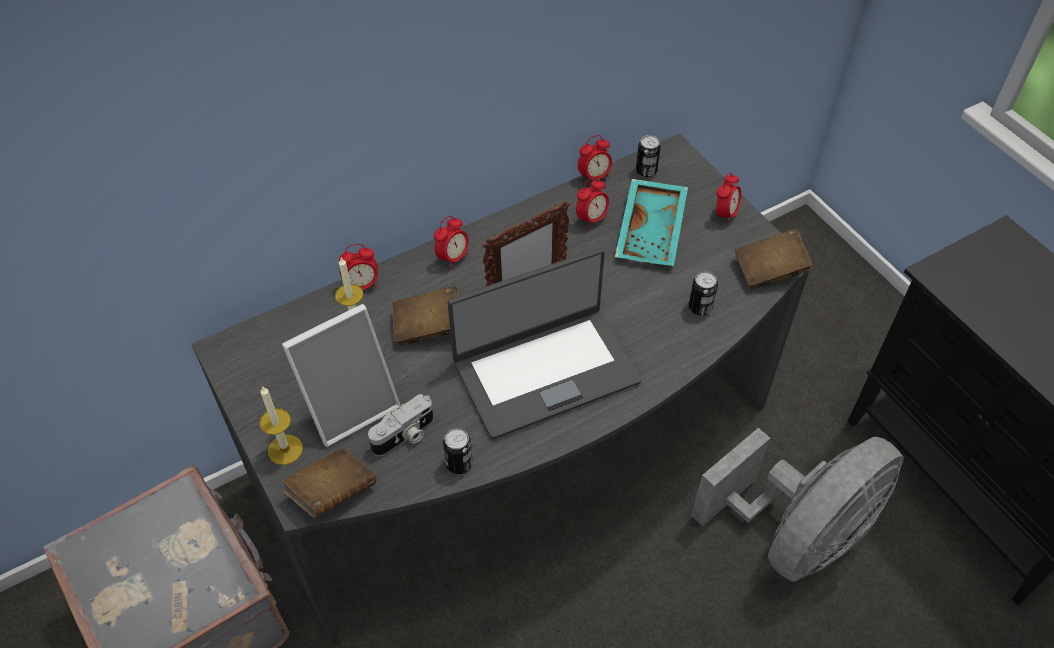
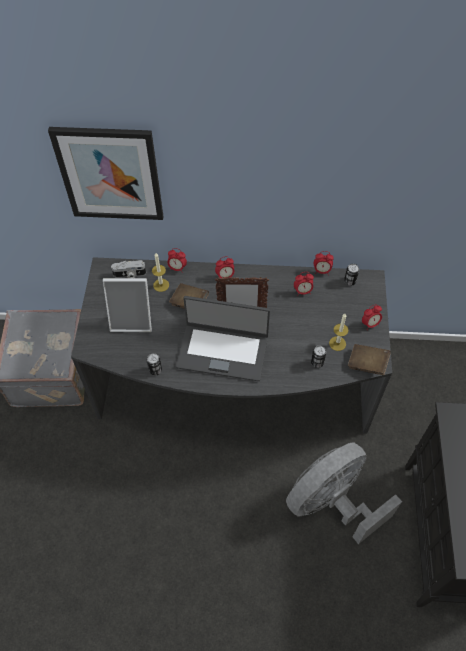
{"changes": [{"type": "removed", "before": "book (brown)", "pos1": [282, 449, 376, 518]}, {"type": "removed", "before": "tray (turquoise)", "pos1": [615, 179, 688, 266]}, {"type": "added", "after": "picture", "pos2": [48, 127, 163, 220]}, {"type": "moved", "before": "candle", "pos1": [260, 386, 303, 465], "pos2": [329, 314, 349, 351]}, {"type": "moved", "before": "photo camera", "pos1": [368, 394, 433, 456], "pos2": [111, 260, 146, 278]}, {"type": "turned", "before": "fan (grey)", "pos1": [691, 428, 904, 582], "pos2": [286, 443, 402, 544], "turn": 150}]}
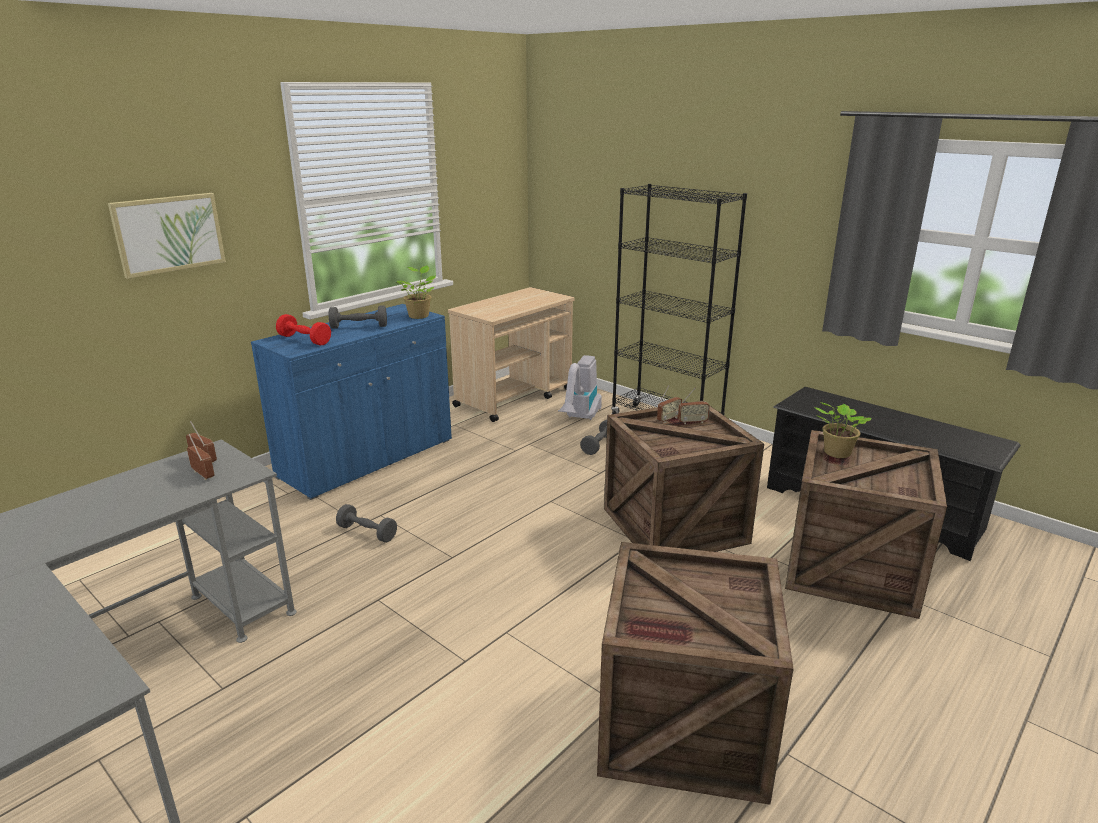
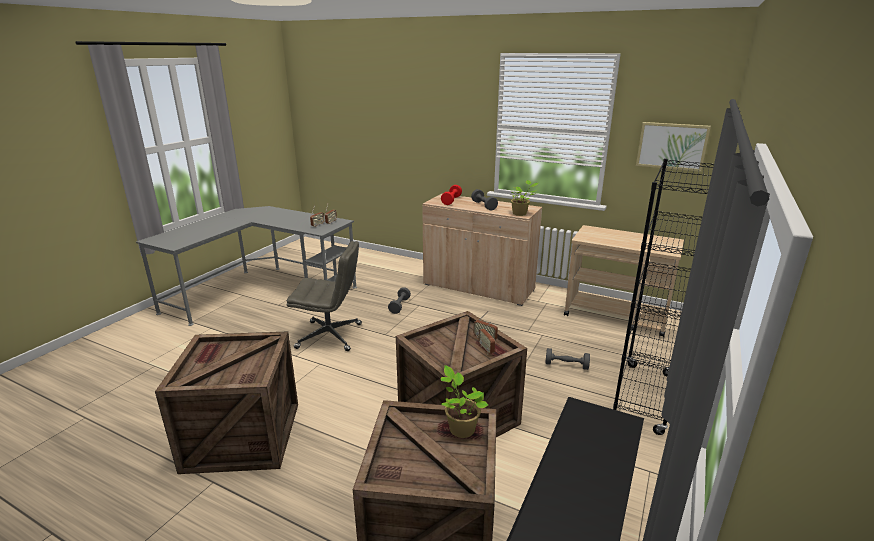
{"changes": [{"type": "removed", "before": "vacuum cleaner", "pos1": [558, 355, 602, 420]}, {"type": "added", "after": "office chair (grey)", "pos2": [287, 241, 362, 351]}, {"type": "moved", "before": "picture", "pos1": [108, 193, 226, 279], "pos2": [636, 122, 711, 172]}, {"type": "recoloured", "before": "cabinet (blue)", "after": "cabinet (beige)", "pos1": [251, 304, 452, 500], "pos2": [422, 194, 542, 306]}]}
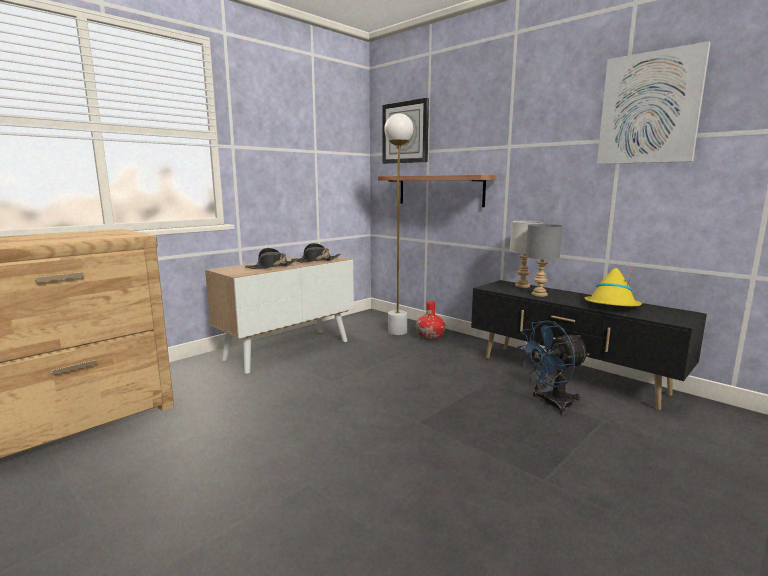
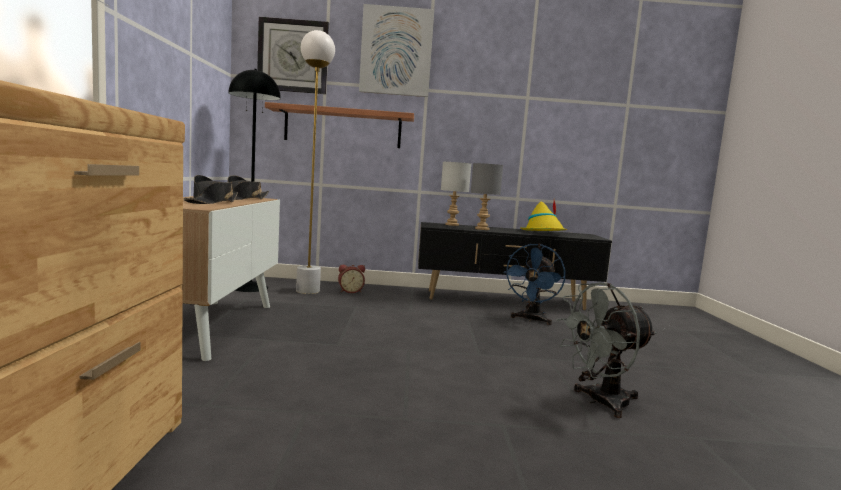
{"changes": [{"type": "added", "after": "floor lamp (black)", "pos2": [228, 69, 281, 292]}, {"type": "added", "after": "fan (grey)", "pos2": [556, 282, 656, 418]}, {"type": "moved", "before": "picture", "pos1": [597, 41, 711, 164], "pos2": [359, 4, 434, 97]}, {"type": "replaced", "before": "vase (red)", "after": "alarm clock", "pos1": [416, 301, 445, 340], "pos2": [338, 265, 365, 293]}]}
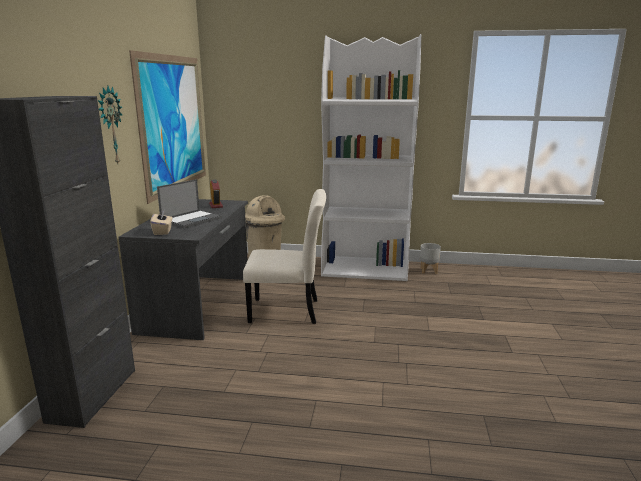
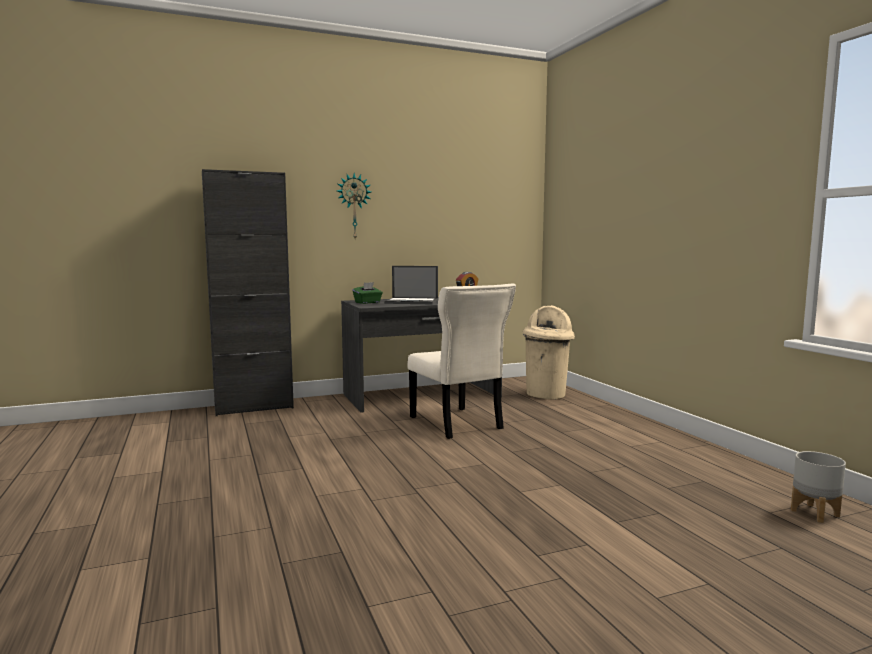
{"changes": [{"type": "removed", "before": "picture", "pos1": [129, 50, 206, 204]}, {"type": "removed", "before": "bookcase (white)", "pos1": [321, 34, 422, 281]}, {"type": "moved", "before": "planter (grey)", "pos1": [420, 243, 441, 274], "pos2": [791, 451, 846, 523]}, {"type": "recoloured", "before": "tissue box (beige)", "after": "tissue box (green)", "pos1": [150, 210, 172, 235], "pos2": [352, 282, 383, 304]}]}
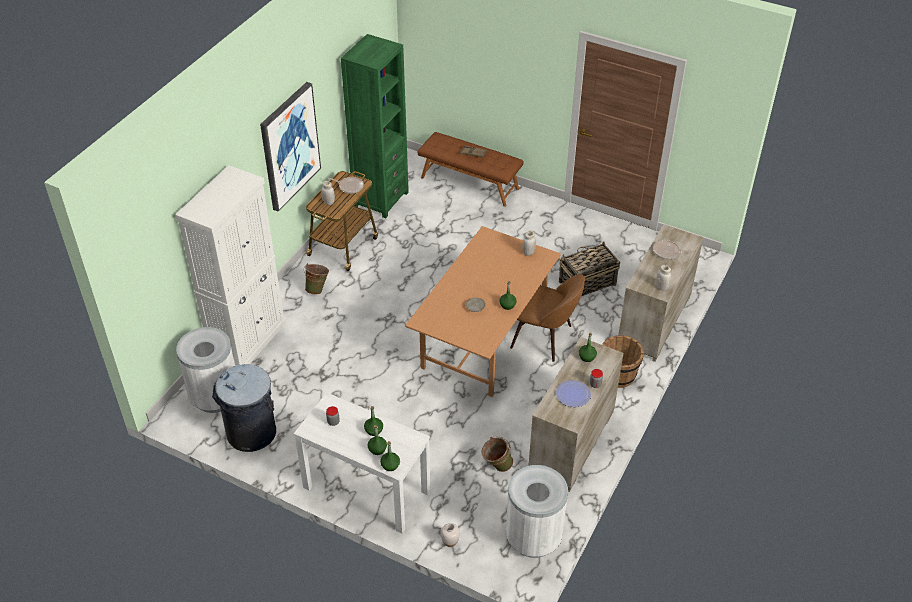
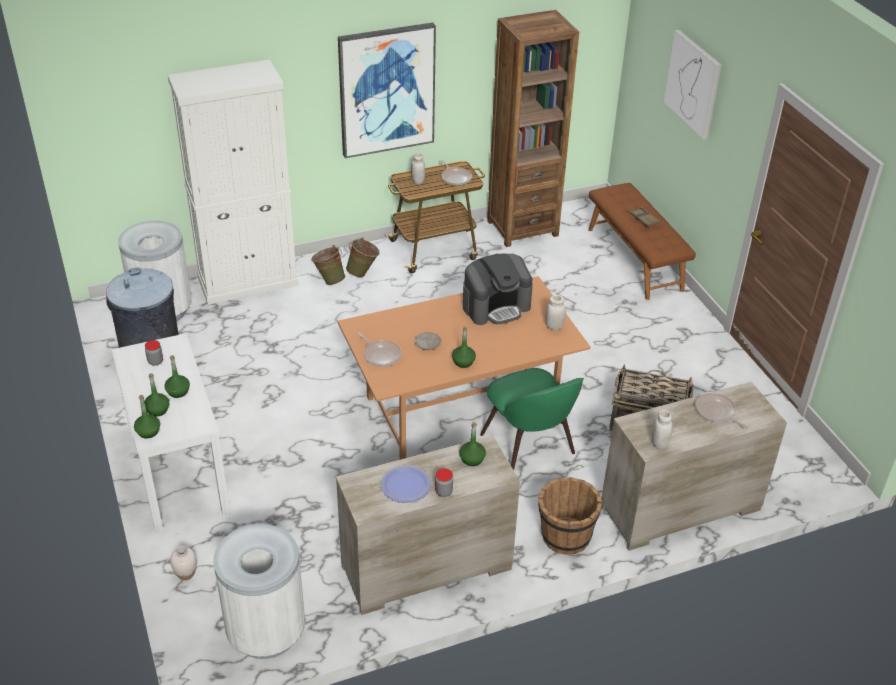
{"changes": [{"type": "added", "after": "frying pan", "pos2": [357, 333, 401, 367]}, {"type": "added", "after": "coffee machine", "pos2": [463, 254, 533, 325]}, {"type": "added", "after": "picture", "pos2": [664, 30, 722, 139]}, {"type": "moved", "before": "bucket (green)", "pos1": [481, 437, 513, 472], "pos2": [311, 245, 345, 285]}, {"type": "recoloured", "before": "bookcase (green)", "after": "bookcase (brown)", "pos1": [341, 34, 409, 218], "pos2": [487, 10, 579, 247]}, {"type": "recoloured", "before": "chair (brown)", "after": "chair (green)", "pos1": [510, 274, 585, 362], "pos2": [480, 368, 584, 470]}]}
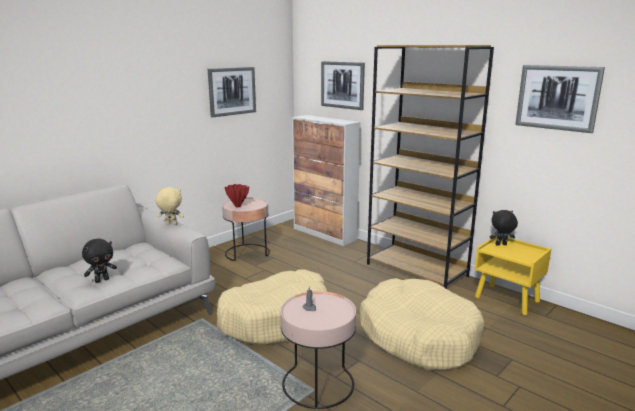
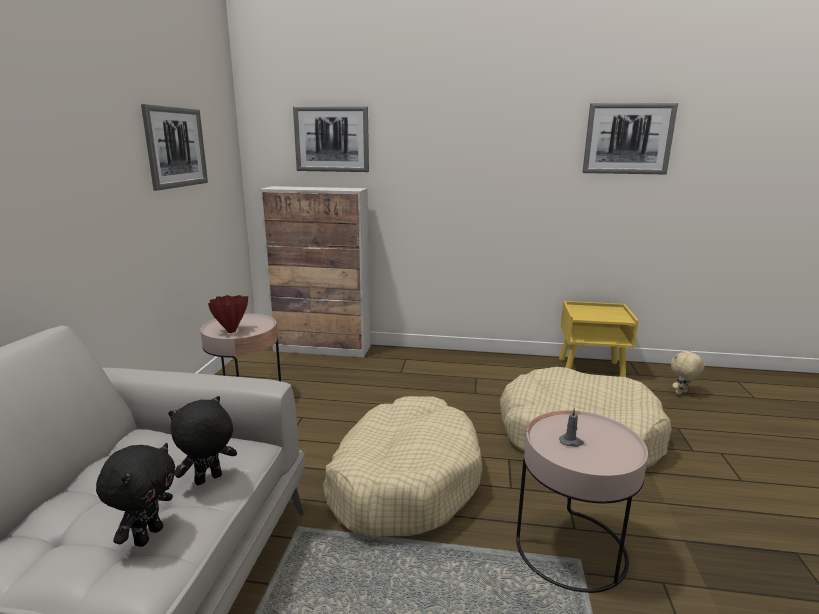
{"changes": [{"type": "removed", "before": "bookcase (brown)", "pos1": [367, 45, 494, 289]}, {"type": "moved", "before": "plush toy (beige)", "pos1": [156, 187, 184, 225], "pos2": [671, 351, 704, 395]}, {"type": "moved", "before": "plush toy (black)", "pos1": [490, 210, 518, 246], "pos2": [168, 396, 237, 485]}]}
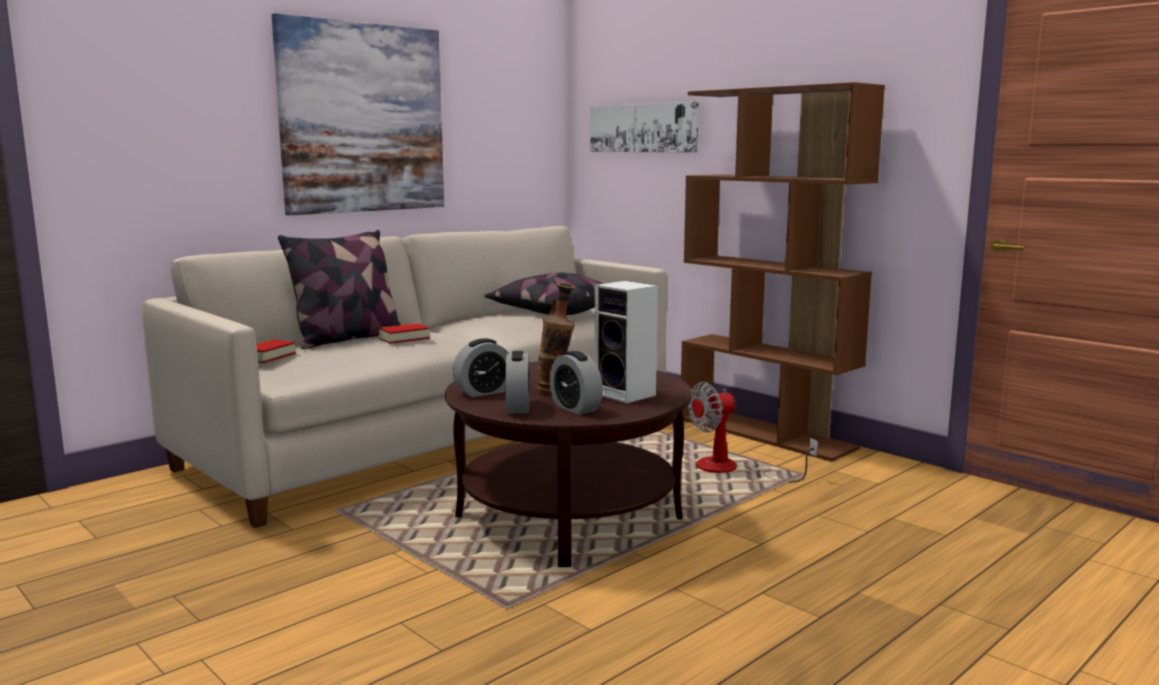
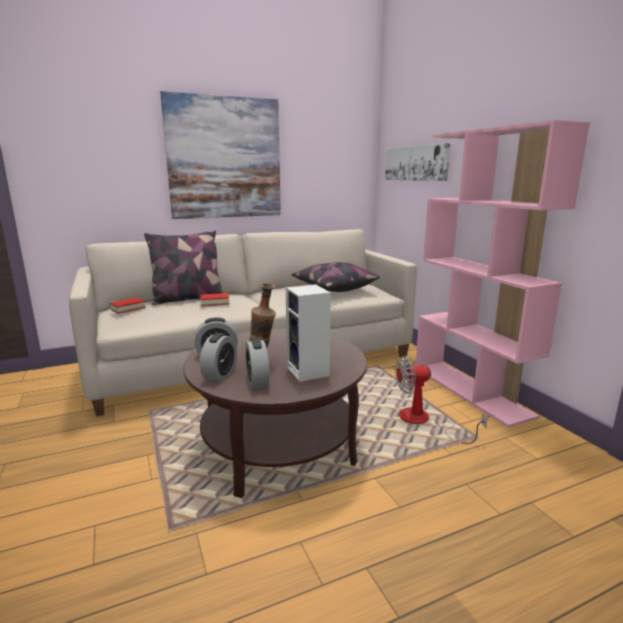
{"changes": [{"type": "recoloured", "before": "bookcase (brown)", "after": "bookcase (pink)", "pos1": [681, 82, 885, 462], "pos2": [415, 120, 590, 427]}]}
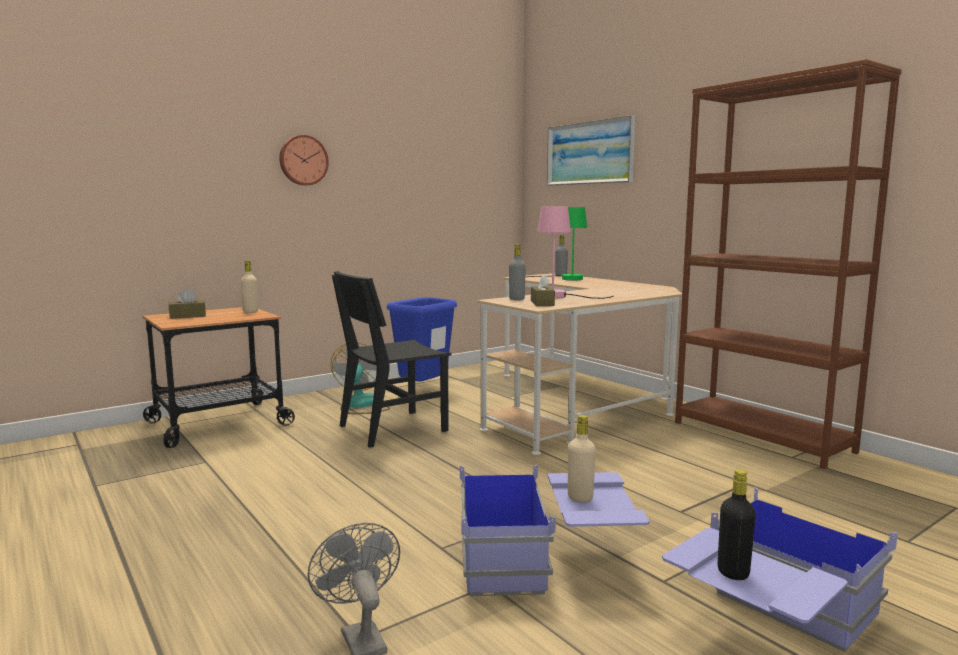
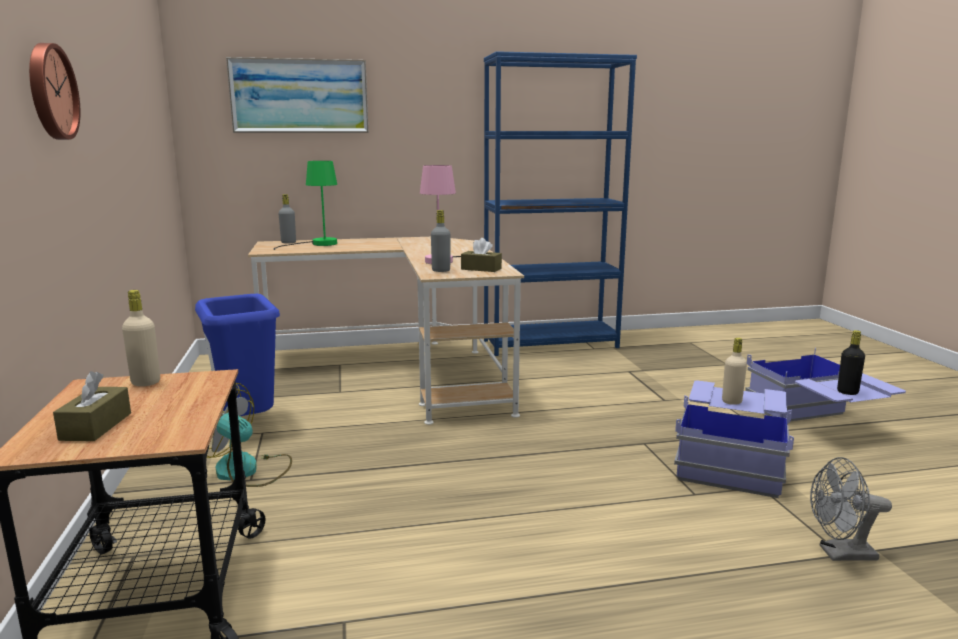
{"changes": [{"type": "removed", "before": "chair (black)", "pos1": [332, 271, 452, 448]}, {"type": "recoloured", "before": "bookcase (brown)", "after": "bookcase (blue)", "pos1": [675, 59, 902, 469], "pos2": [484, 51, 637, 356]}]}
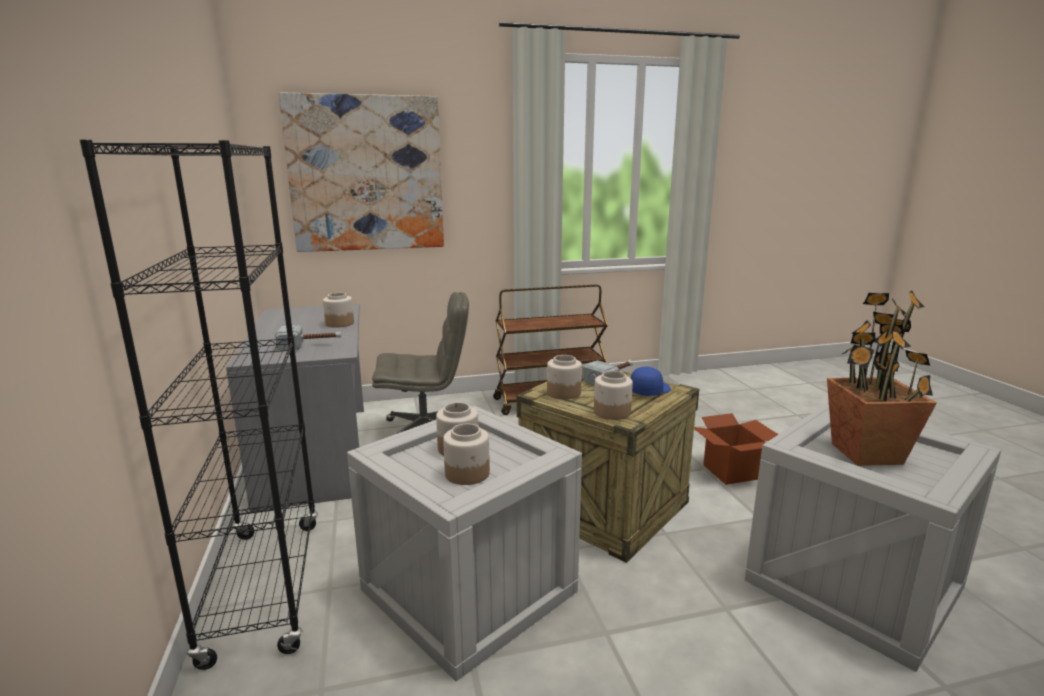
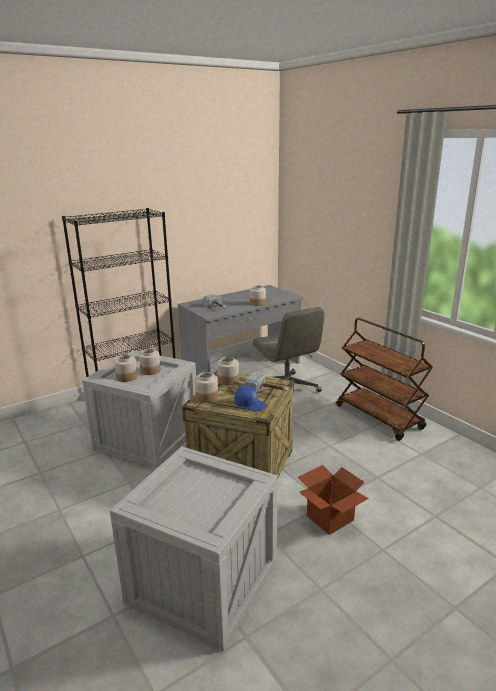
{"changes": [{"type": "removed", "before": "picture", "pos1": [278, 92, 444, 252]}, {"type": "removed", "before": "potted plant", "pos1": [827, 291, 937, 466]}]}
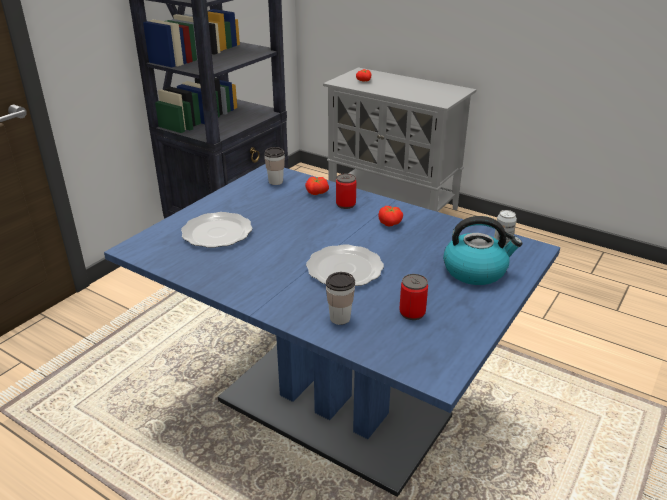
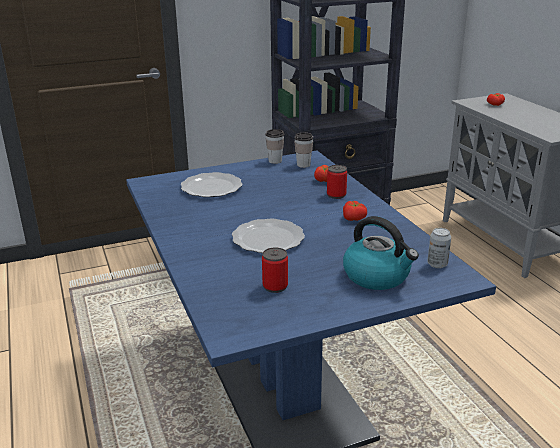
{"changes": [{"type": "moved", "before": "cup", "pos1": [326, 272, 355, 325], "pos2": [265, 129, 284, 164]}]}
